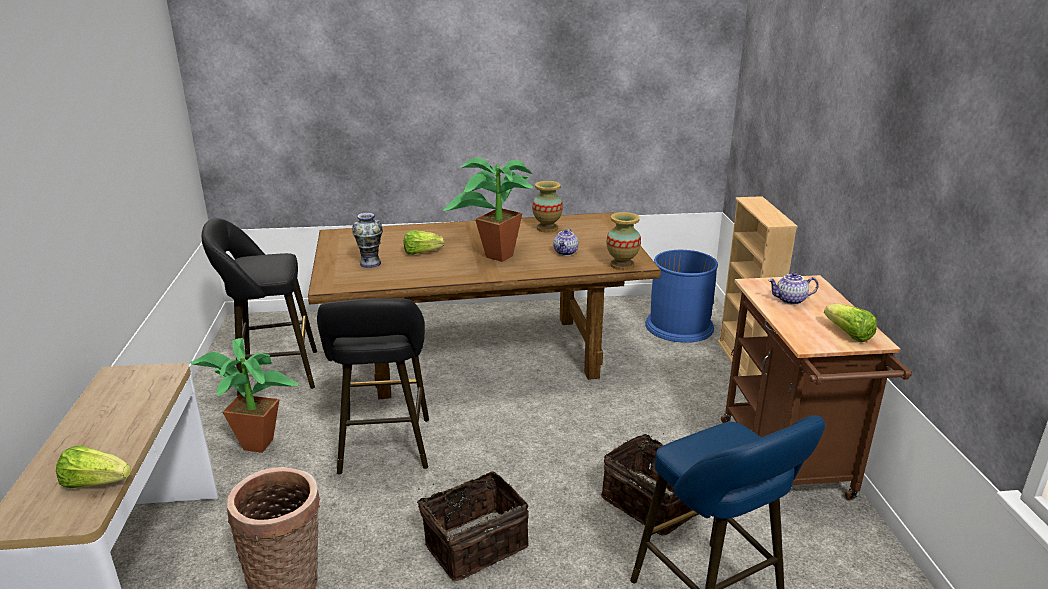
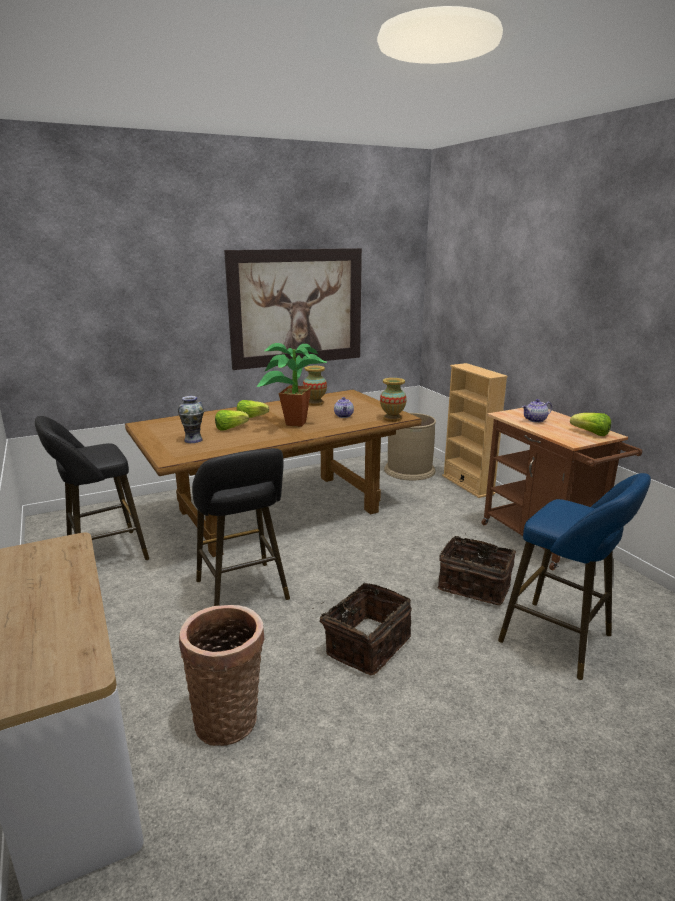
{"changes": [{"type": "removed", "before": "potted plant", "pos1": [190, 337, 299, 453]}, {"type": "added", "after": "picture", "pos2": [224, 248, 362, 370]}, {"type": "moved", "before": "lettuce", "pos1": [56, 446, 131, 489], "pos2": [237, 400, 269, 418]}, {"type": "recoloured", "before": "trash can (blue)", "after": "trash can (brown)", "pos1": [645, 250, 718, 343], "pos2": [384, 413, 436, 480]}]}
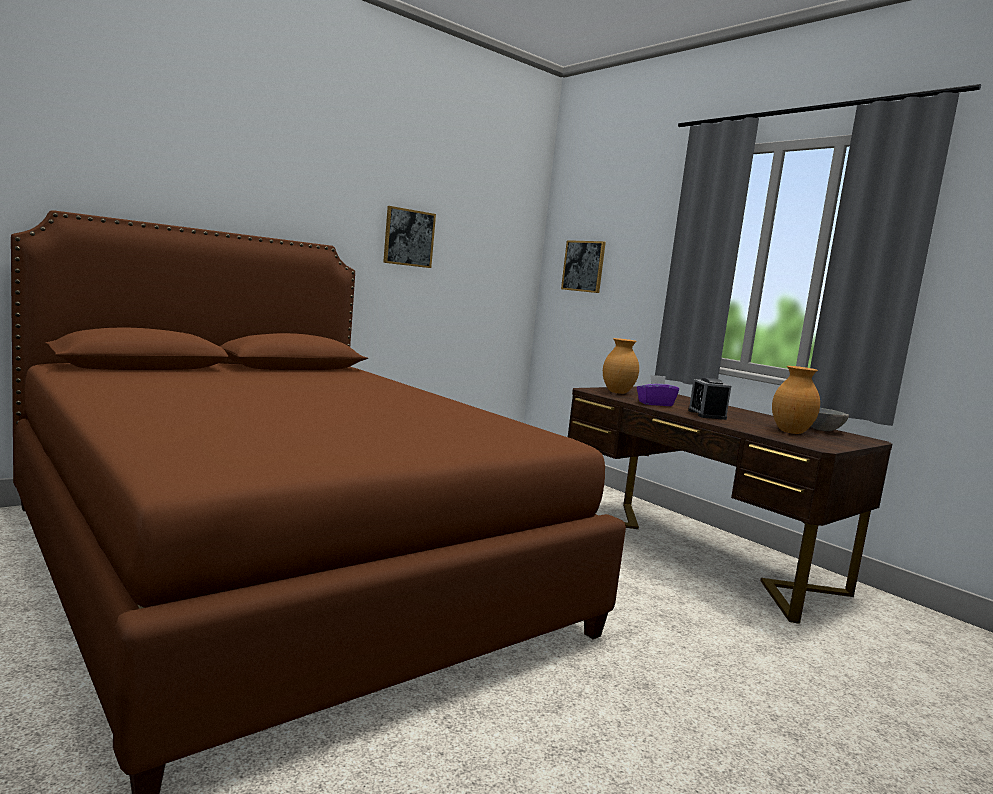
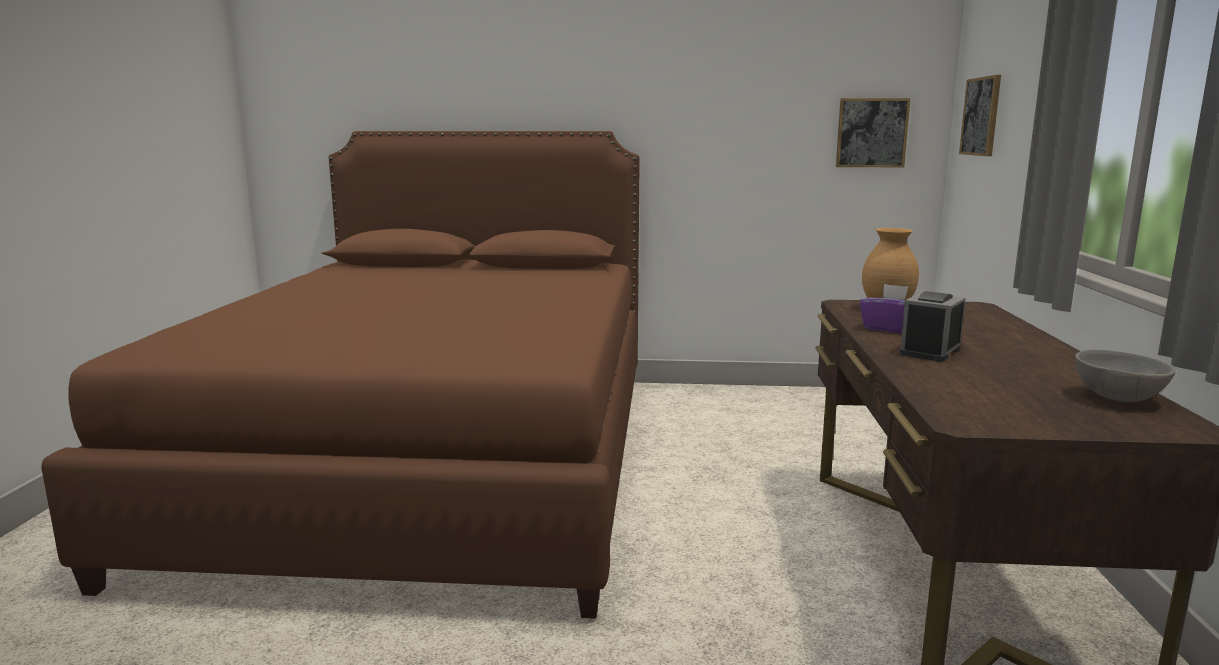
{"changes": [{"type": "removed", "before": "vase (brown)", "pos1": [772, 366, 820, 434]}, {"type": "moved", "before": "picture", "pos1": [383, 206, 436, 268], "pos2": [836, 98, 911, 167]}]}
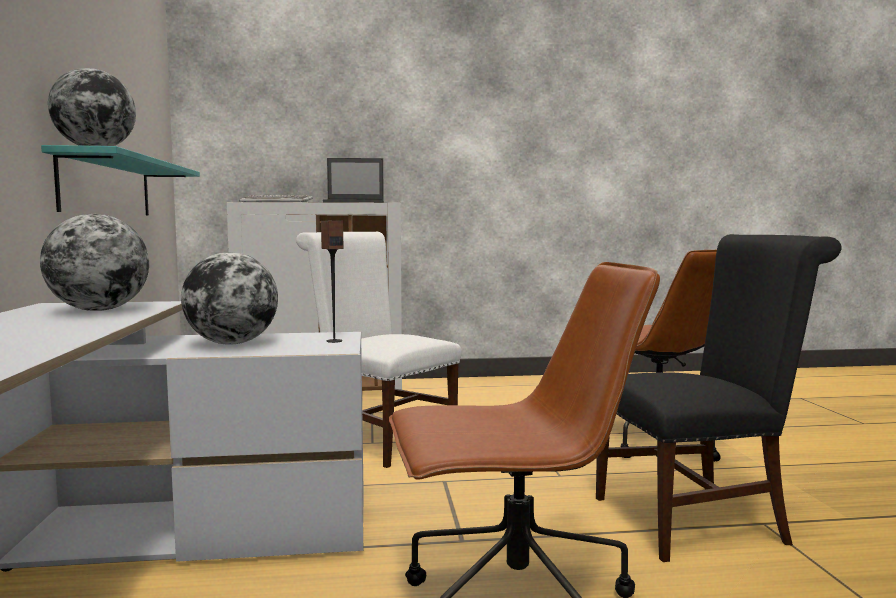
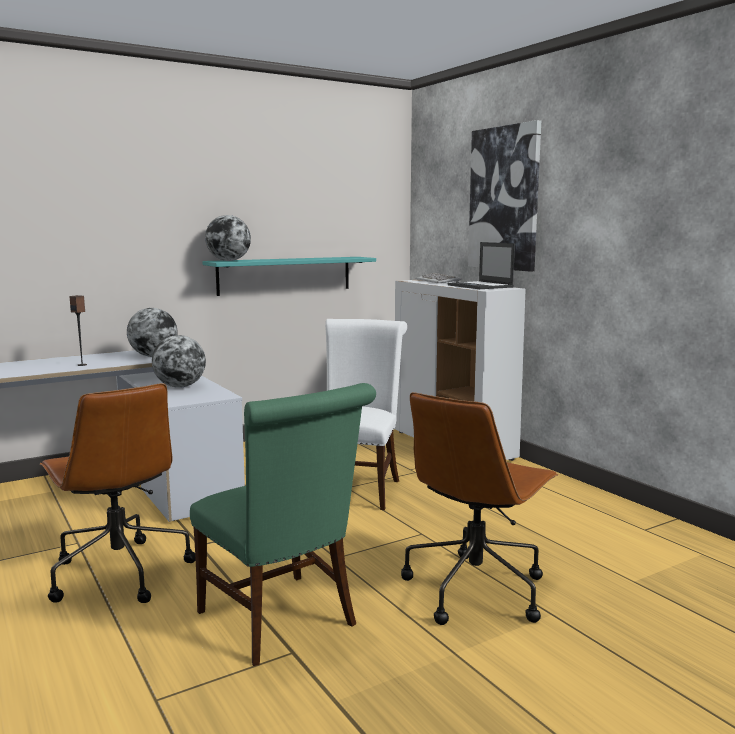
{"changes": [{"type": "added", "after": "picture", "pos2": [468, 120, 541, 272]}, {"type": "moved", "before": "speaker", "pos1": [321, 221, 344, 343], "pos2": [69, 295, 87, 366]}, {"type": "recoloured", "before": "chair (black)", "after": "chair (green)", "pos1": [596, 234, 842, 562], "pos2": [190, 383, 376, 666]}]}
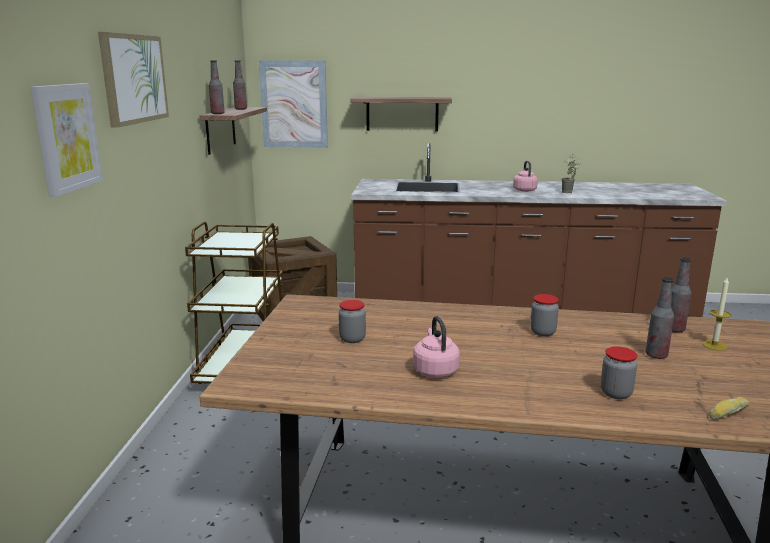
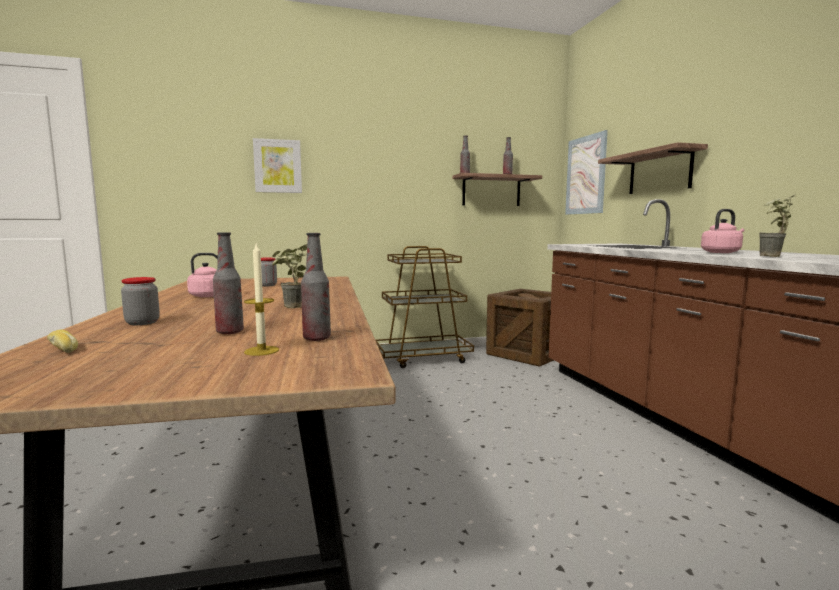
{"changes": [{"type": "removed", "before": "picture", "pos1": [98, 32, 169, 128]}, {"type": "replaced", "before": "jar", "after": "potted plant", "pos1": [530, 294, 559, 336], "pos2": [272, 244, 307, 308]}]}
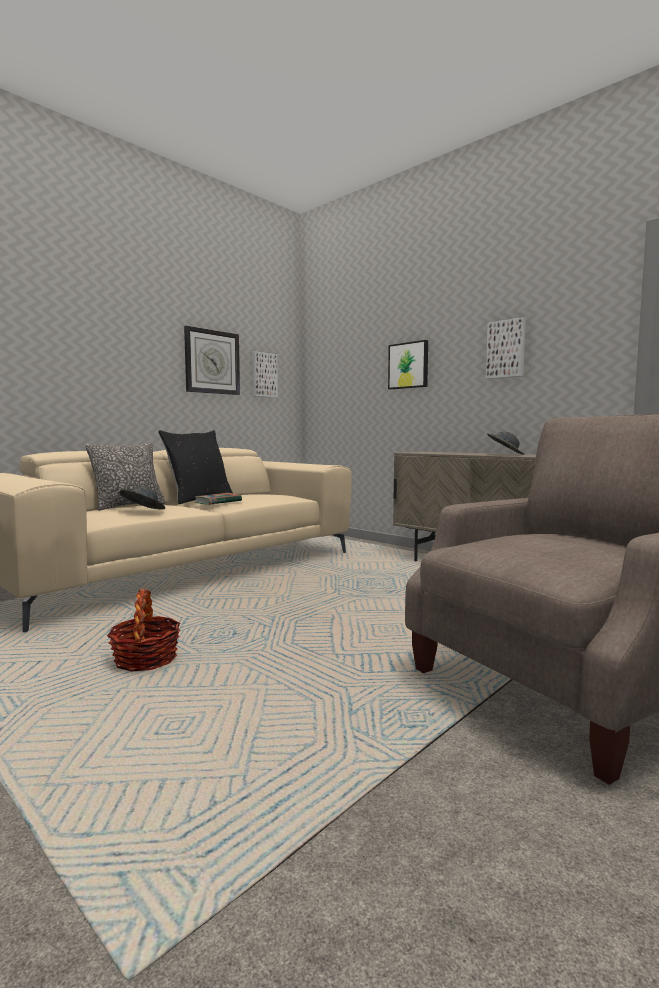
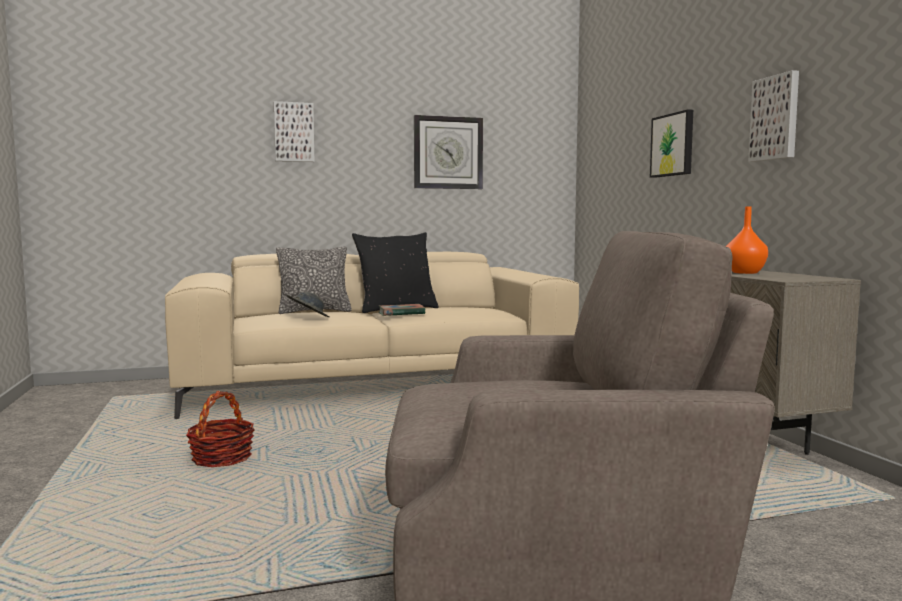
{"changes": [{"type": "moved", "before": "picture", "pos1": [252, 351, 278, 398], "pos2": [274, 101, 315, 162]}, {"type": "replaced", "before": "hat (grey)", "after": "vase (orange)", "pos1": [487, 432, 524, 455], "pos2": [726, 206, 768, 274]}]}
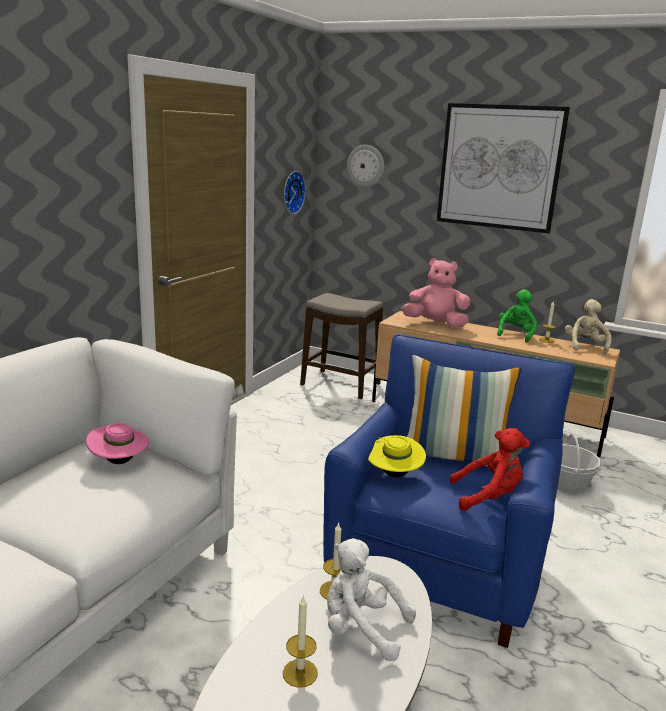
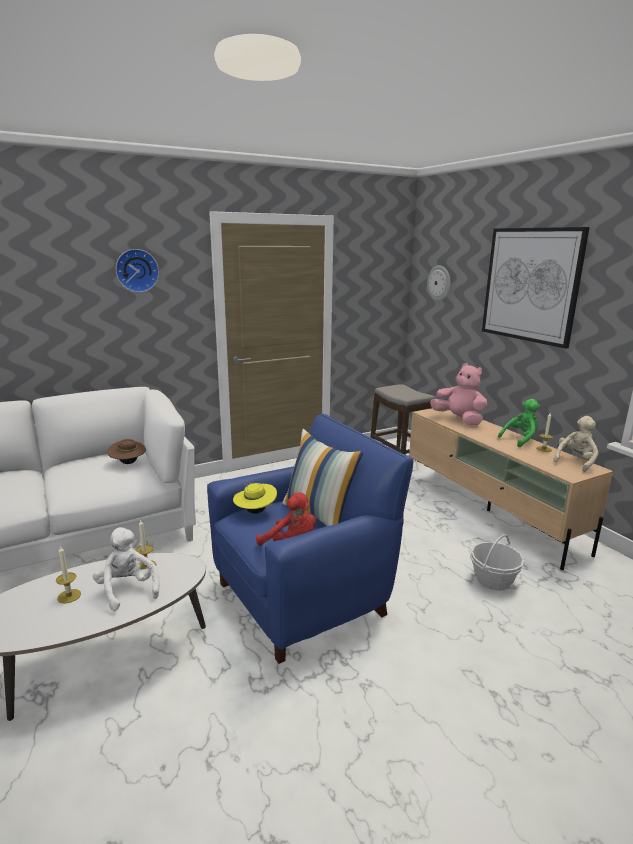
{"changes": [{"type": "moved", "before": "wall clock", "pos1": [284, 171, 306, 214], "pos2": [116, 249, 159, 293]}, {"type": "recoloured", "before": "hat (pink)", "after": "hat (brown)", "pos1": [86, 423, 149, 464], "pos2": [107, 439, 146, 464]}]}
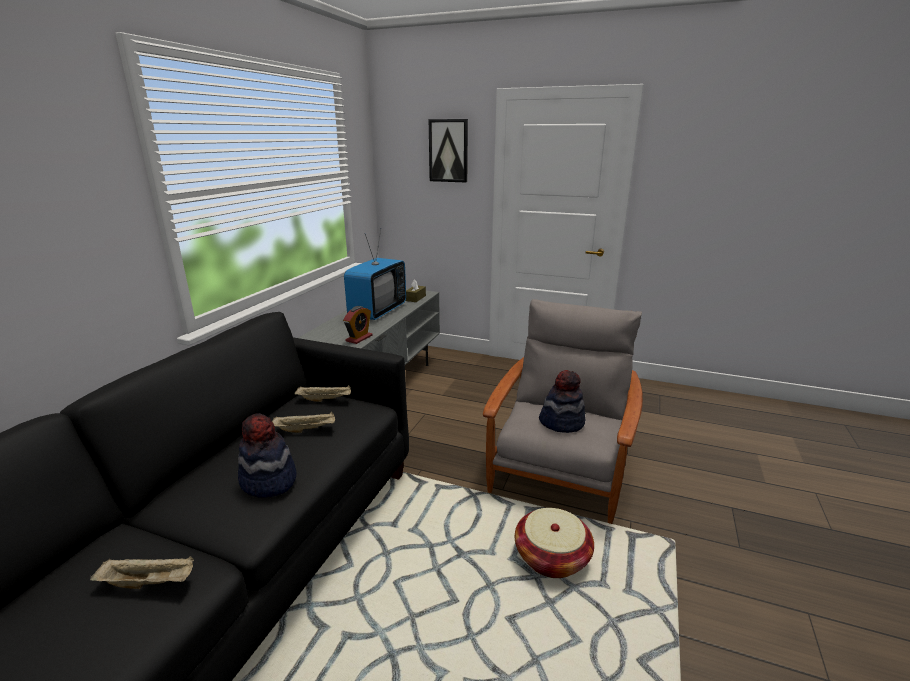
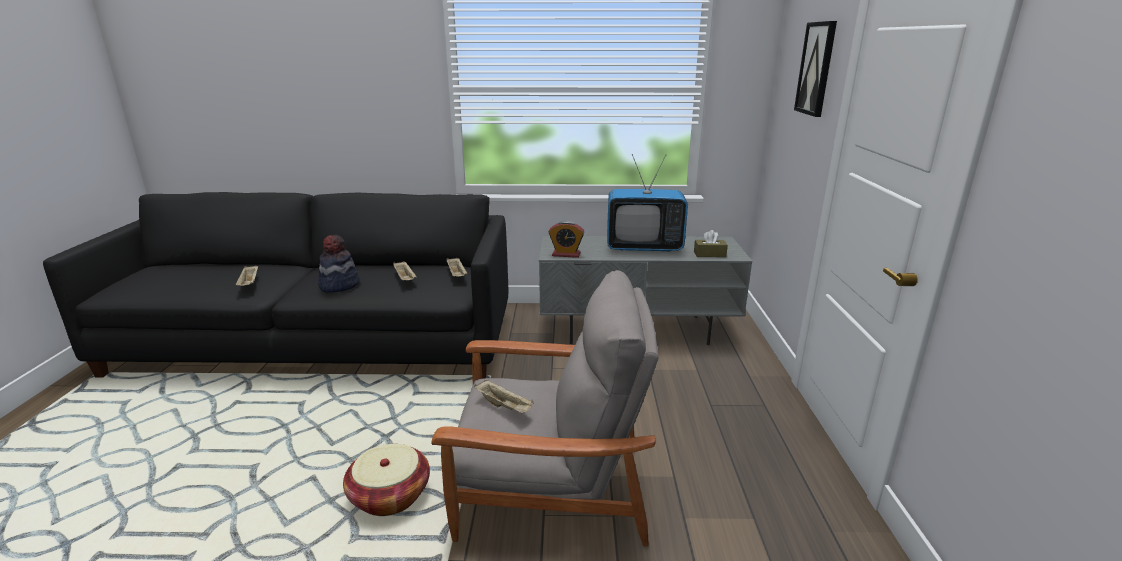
{"changes": [{"type": "replaced", "before": "hat", "after": "tray (beige)", "pos1": [539, 370, 585, 433], "pos2": [474, 380, 534, 413]}]}
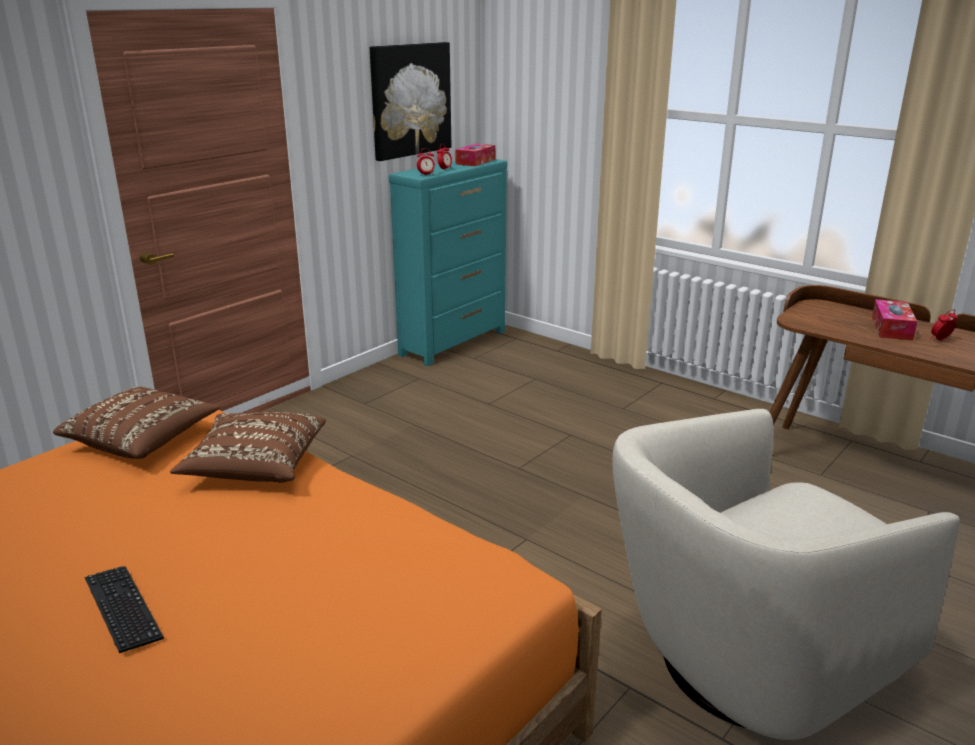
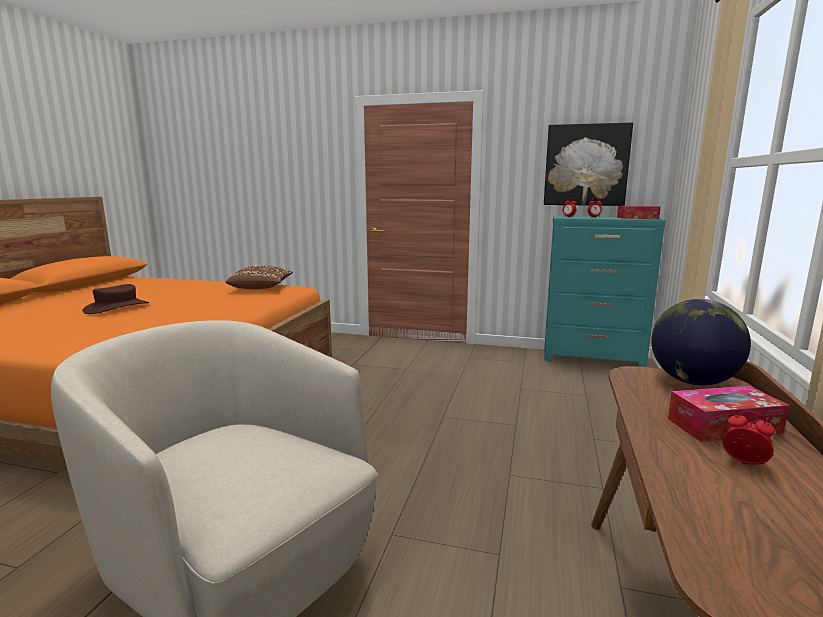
{"changes": [{"type": "removed", "before": "pillow (brown)", "pos1": [170, 412, 326, 483]}, {"type": "added", "after": "globe", "pos2": [651, 299, 751, 385]}, {"type": "replaced", "before": "keyboard", "after": "hat (brown)", "pos1": [85, 566, 164, 653], "pos2": [82, 284, 149, 314]}]}
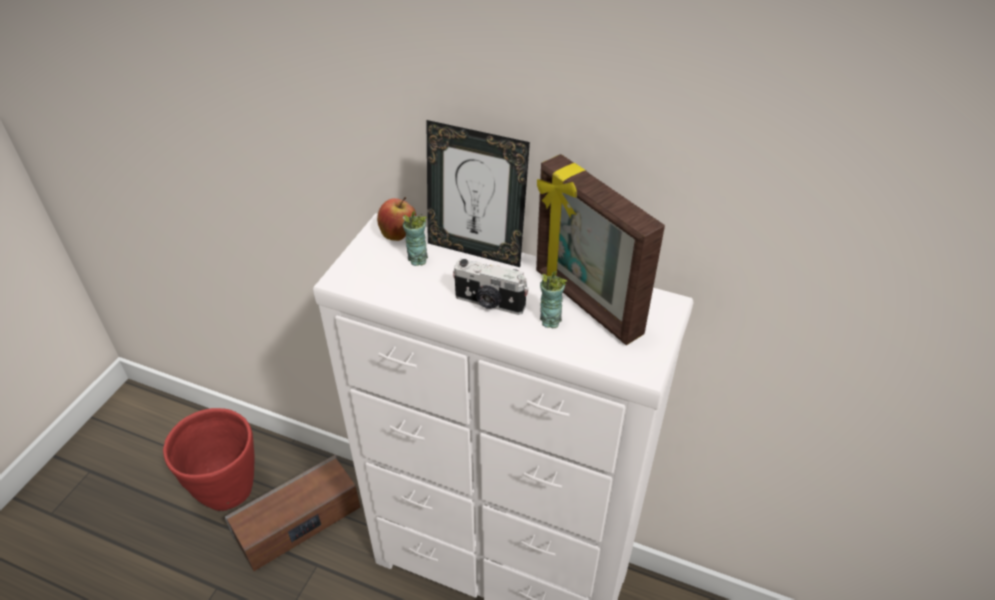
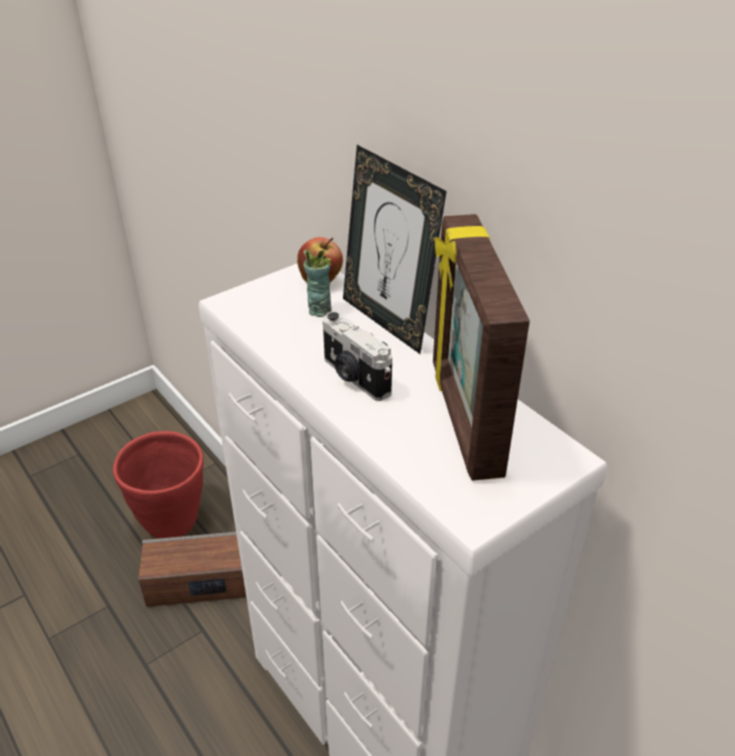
{"changes": [{"type": "removed", "before": "cup", "pos1": [540, 271, 567, 328]}]}
